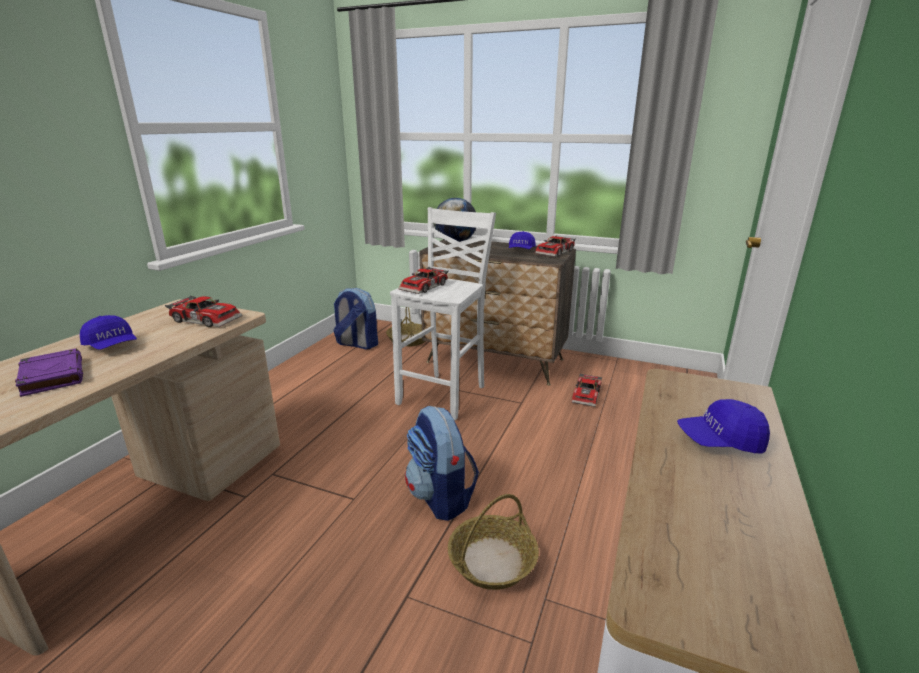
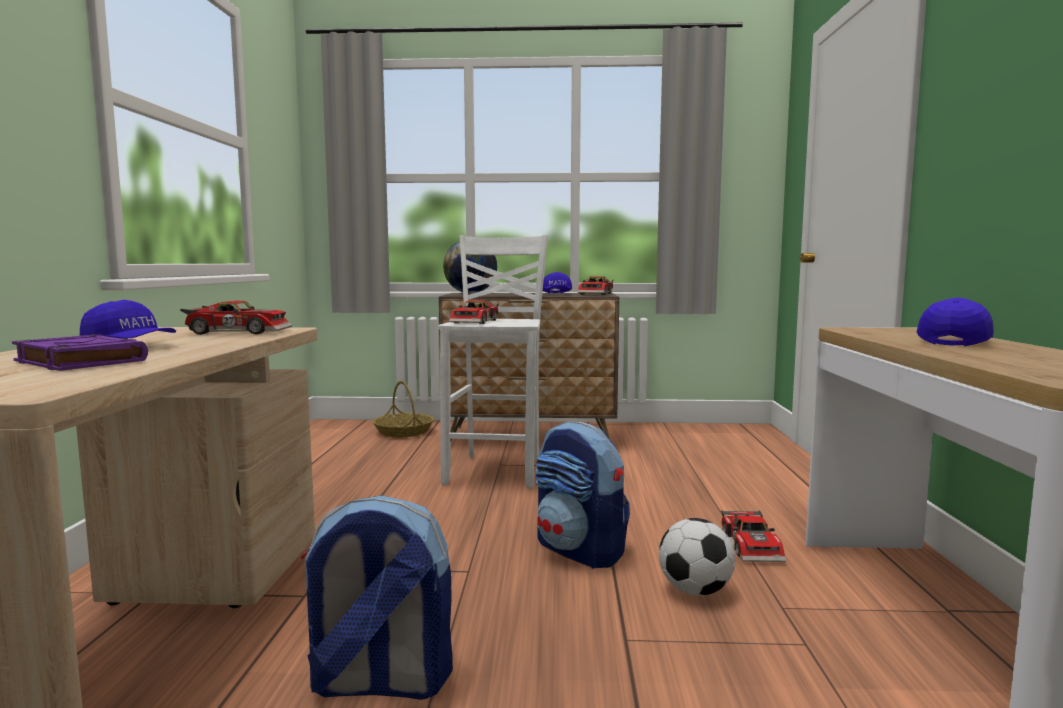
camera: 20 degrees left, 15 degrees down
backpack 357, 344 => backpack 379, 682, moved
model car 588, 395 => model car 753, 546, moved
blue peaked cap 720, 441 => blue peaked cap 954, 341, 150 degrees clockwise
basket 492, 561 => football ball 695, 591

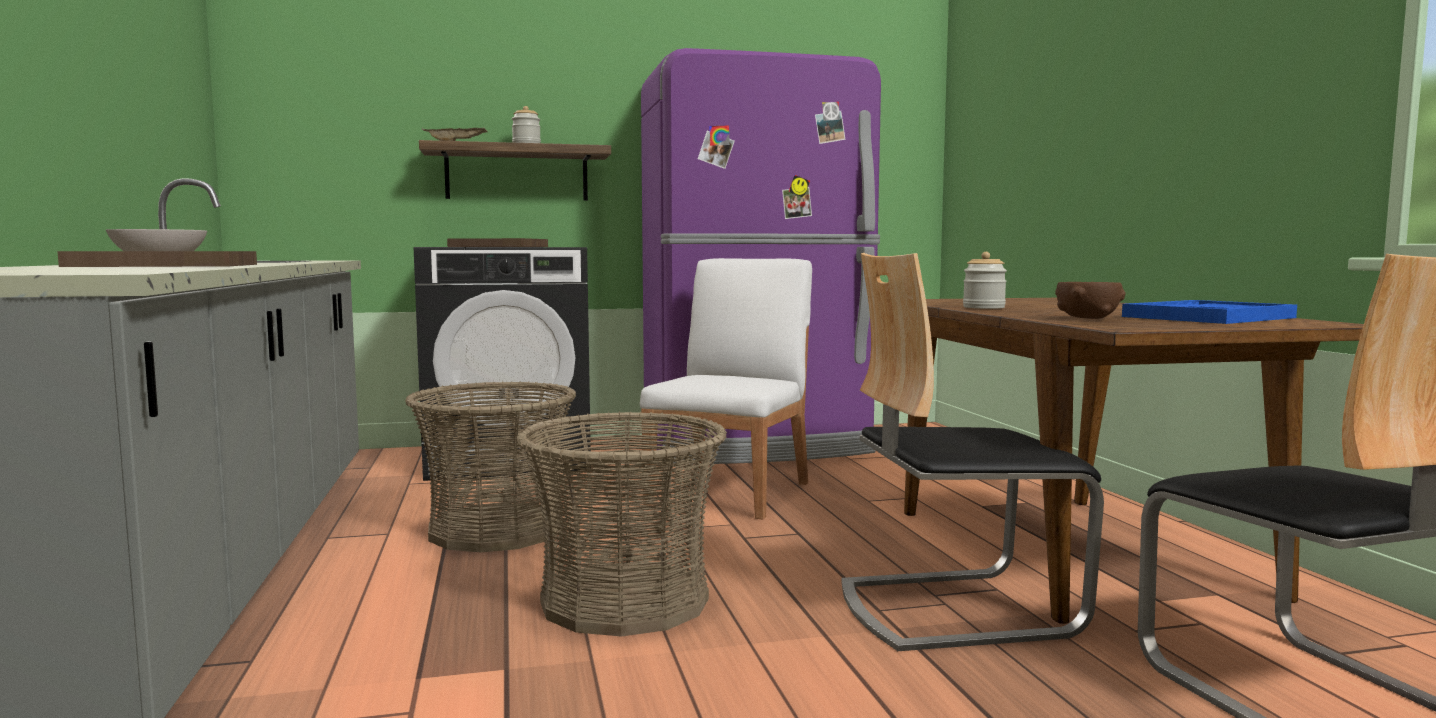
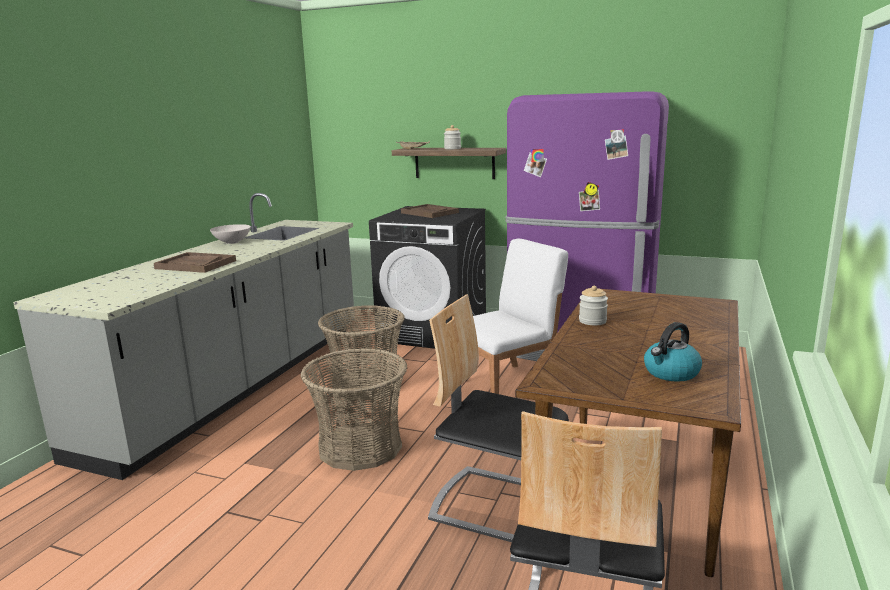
camera: 35 degrees right, 10 degrees up
brownish deep dish 1087, 318 => nothing
blue carrying tray 1208, 317 => tea kettle 671, 373

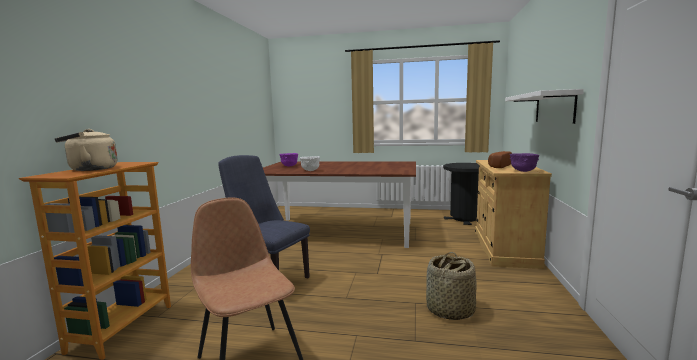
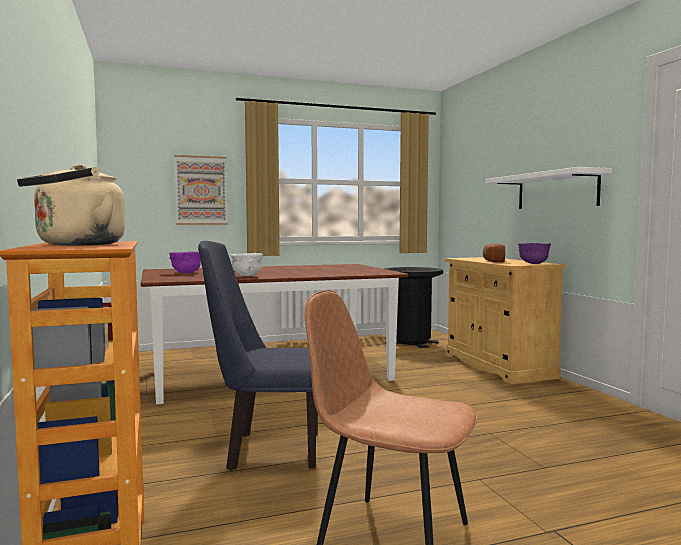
camera: 30 degrees left, 5 degrees down
basket 449, 310 => nothing
nothing => picture 201, 190

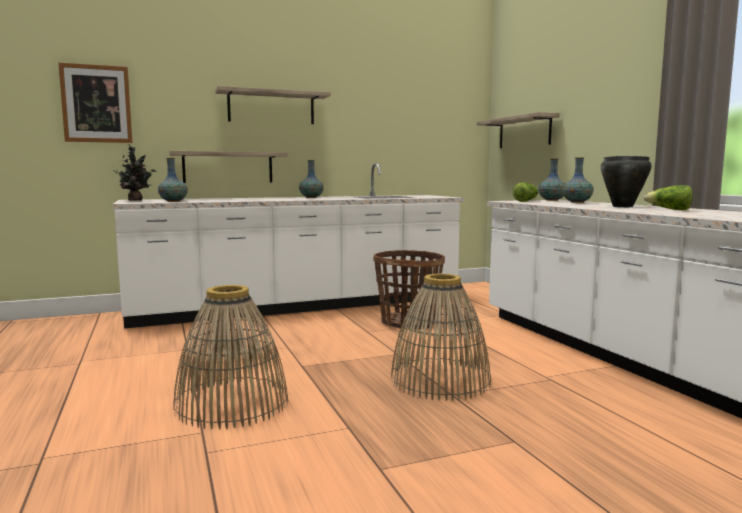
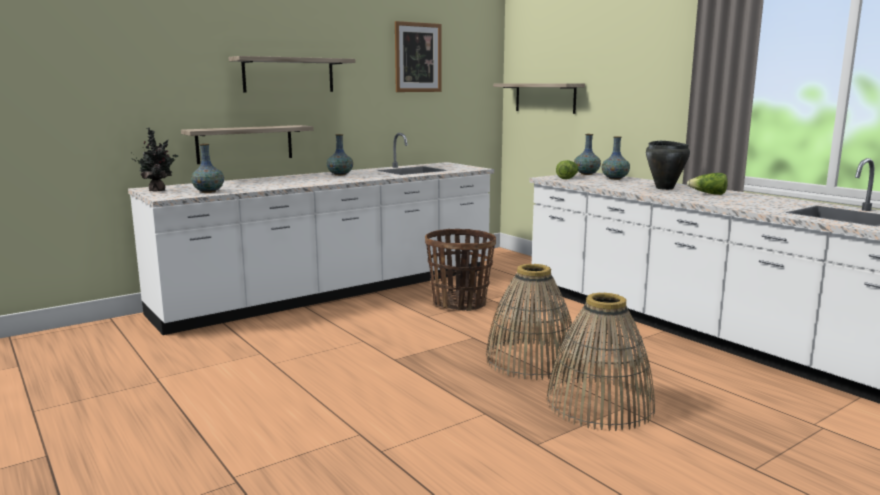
camera: 15 degrees left, 5 degrees up
picture 96, 104 => picture 418, 57, moved
basket 232, 404 => basket 600, 404, moved

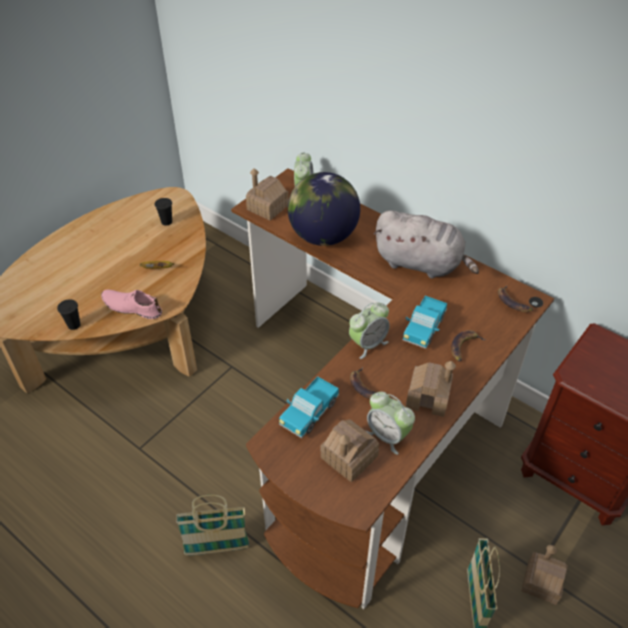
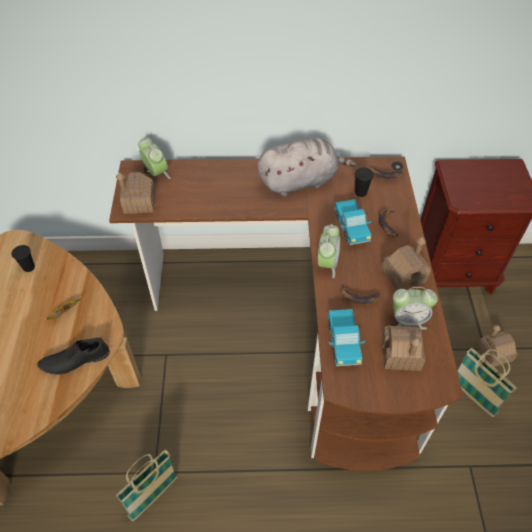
camera: 40 degrees left, 5 degrees up
world globe 323, 237 => nothing
pink low shoe 132, 307 => black low shoe 75, 360
black small cup 74, 325 => black small cup 360, 192, moved
basket 217, 548 => basket 153, 497, moved

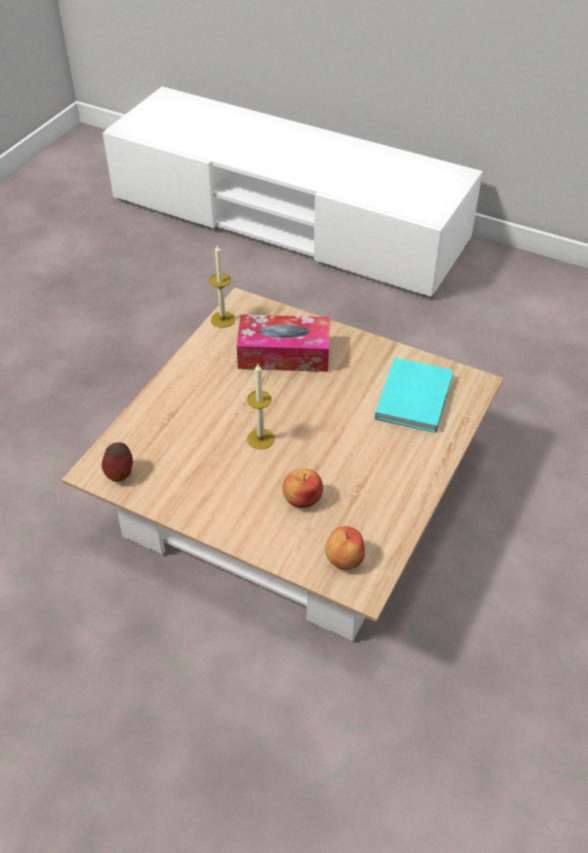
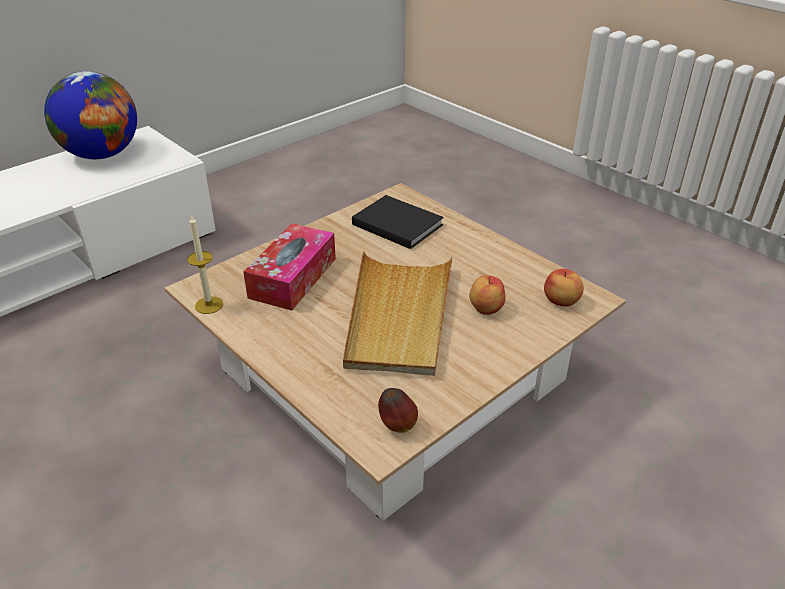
camera: 70 degrees left, 10 degrees down
blue-green volume 416, 396 => black volume 396, 223
wax candle 260, 439 => sand-coloured carrying tray 398, 316
nothing => world globe 102, 155

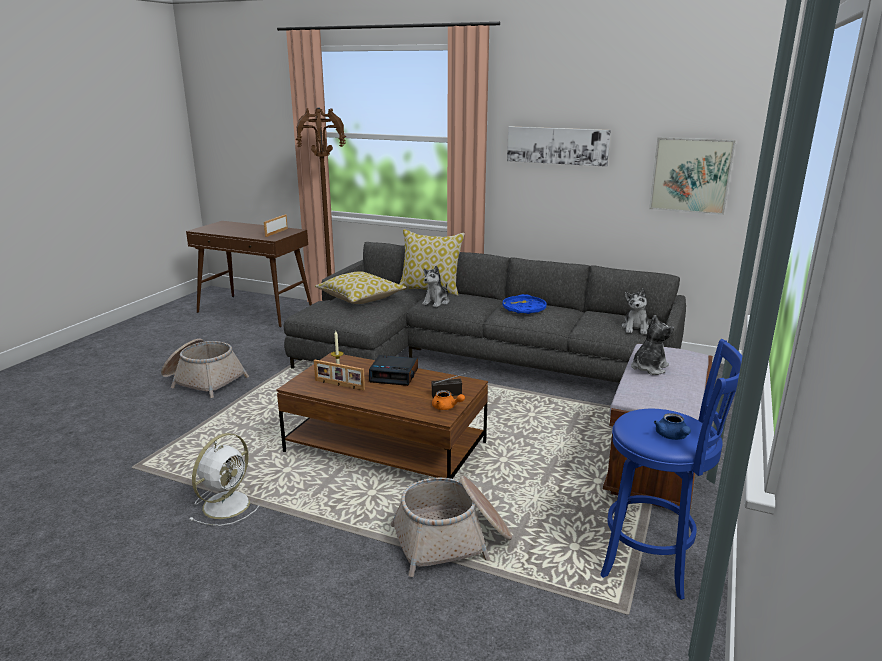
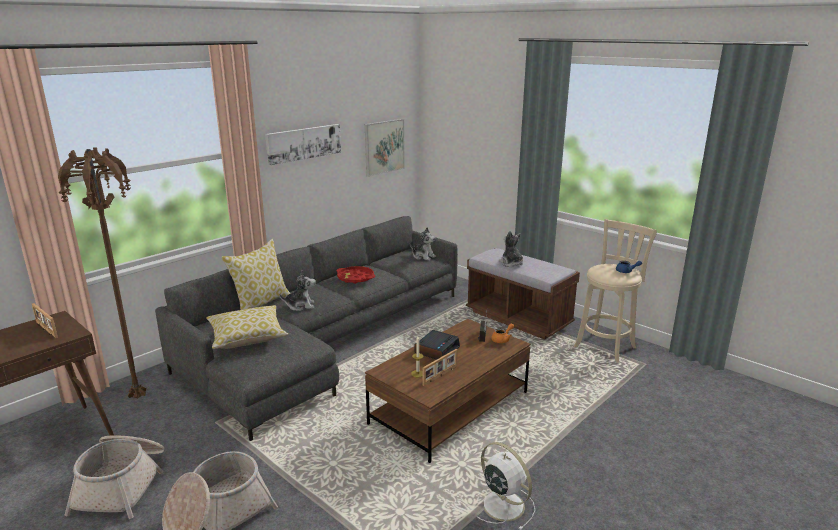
camera: 70 degrees left, 0 degrees up
plush toy 436, 302 => plush toy 300, 306, 60 degrees counterclockwise
blue carrying tray 524, 309 => red carrying tray 355, 278
blue sitting stool 652, 561 => sand-coloured sitting stool 606, 346
basket 452, 540 => basket 123, 484, moved

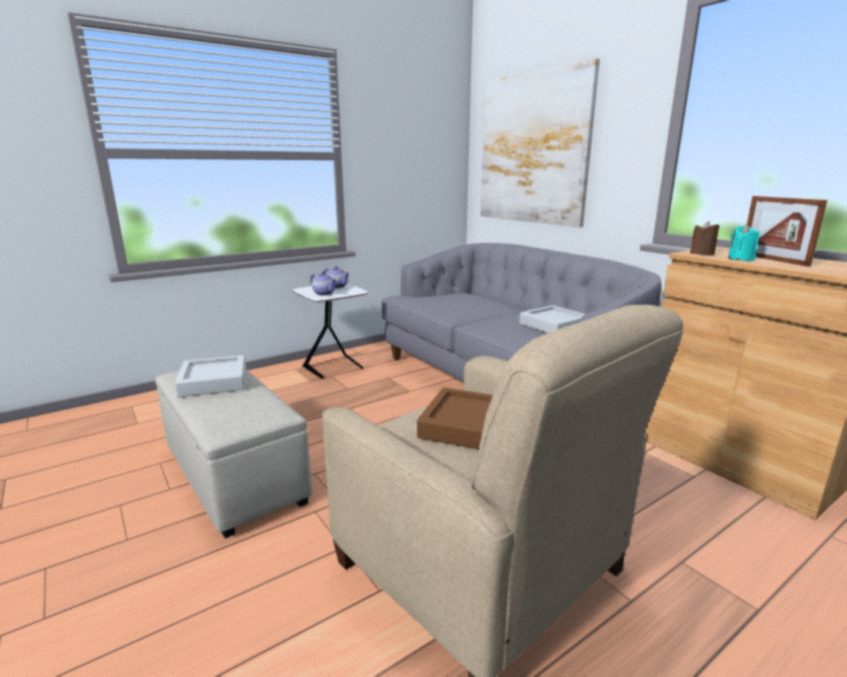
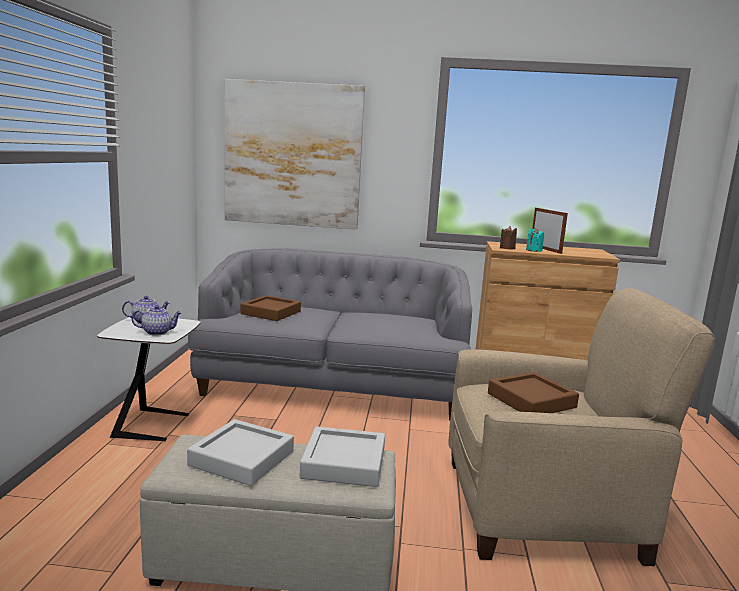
camera: 50 degrees left, 5 degrees down
photo frame 773, 260 => photo frame 545, 249, 135 degrees counterclockwise
greyish carrying tray 554, 325 => greyish carrying tray 344, 463, moved
nothing => brownish carrying tray 271, 312

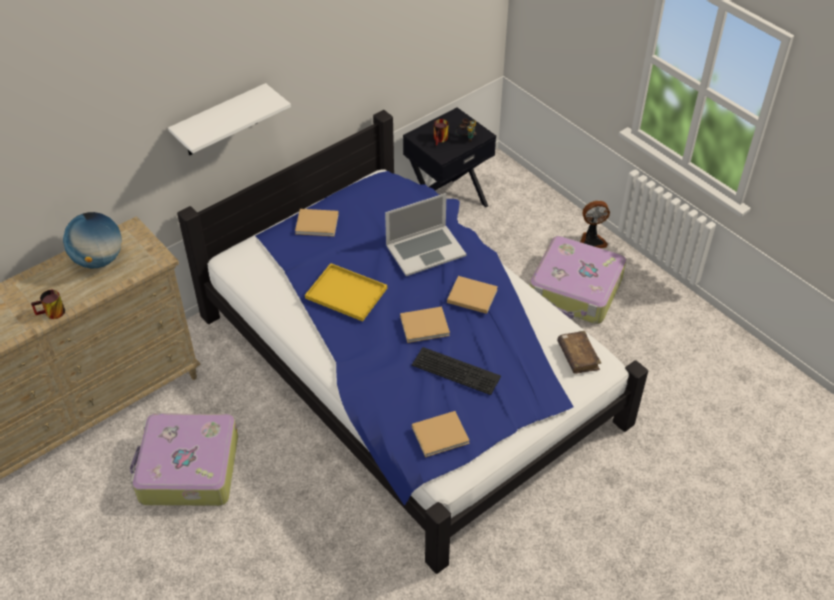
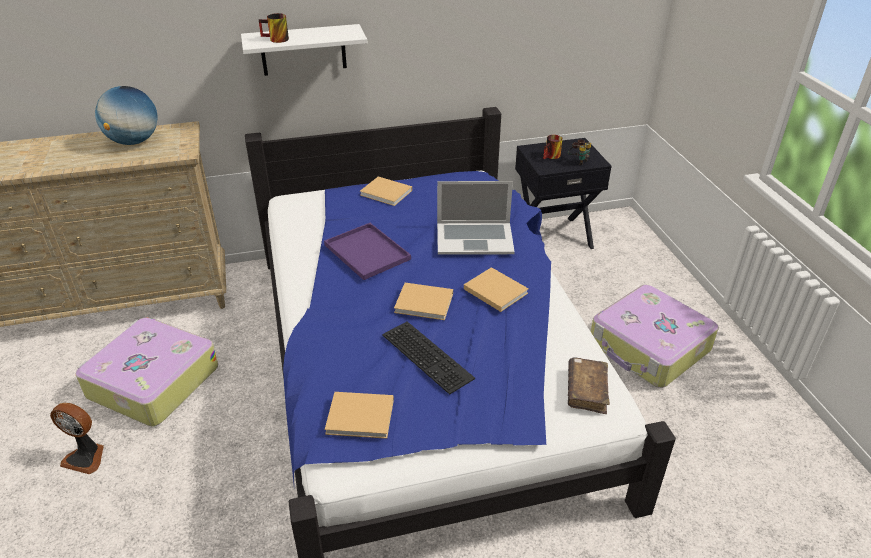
camera: 25 degrees right, 10 degrees down
fan 591, 240 => fan 86, 457, moved
yellow carrying tray 344, 293 => purple carrying tray 365, 251
tea mug 52, 314 => tea mug 275, 39, moved

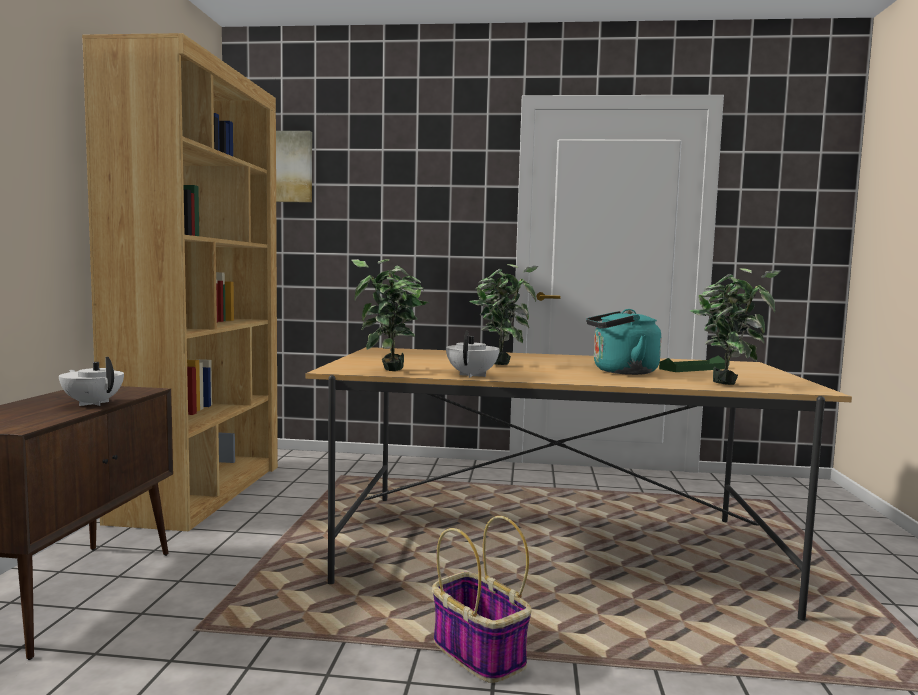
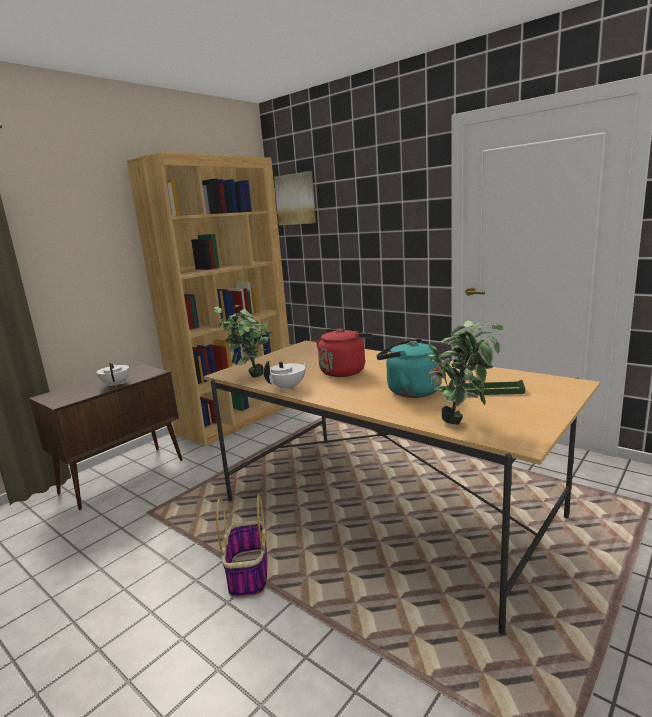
camera: 35 degrees right, 10 degrees up
plant in a pot 501, 364 => red tea kettle 344, 371

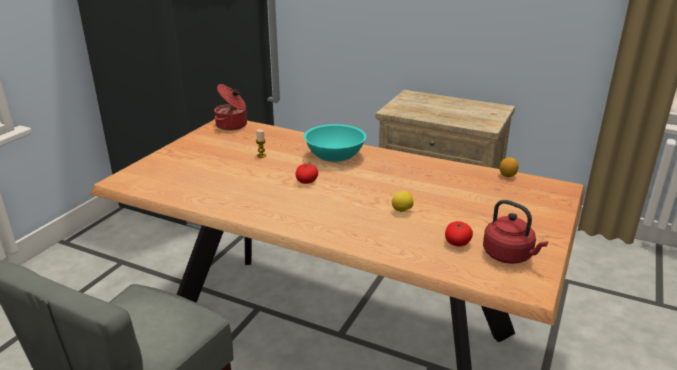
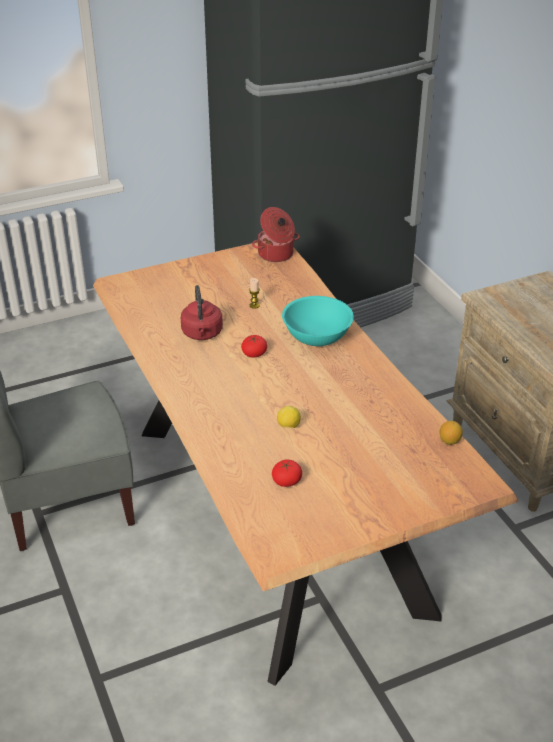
camera: 40 degrees right, 10 degrees up
red tea kettle 509, 256 => red tea kettle 202, 334, moved

